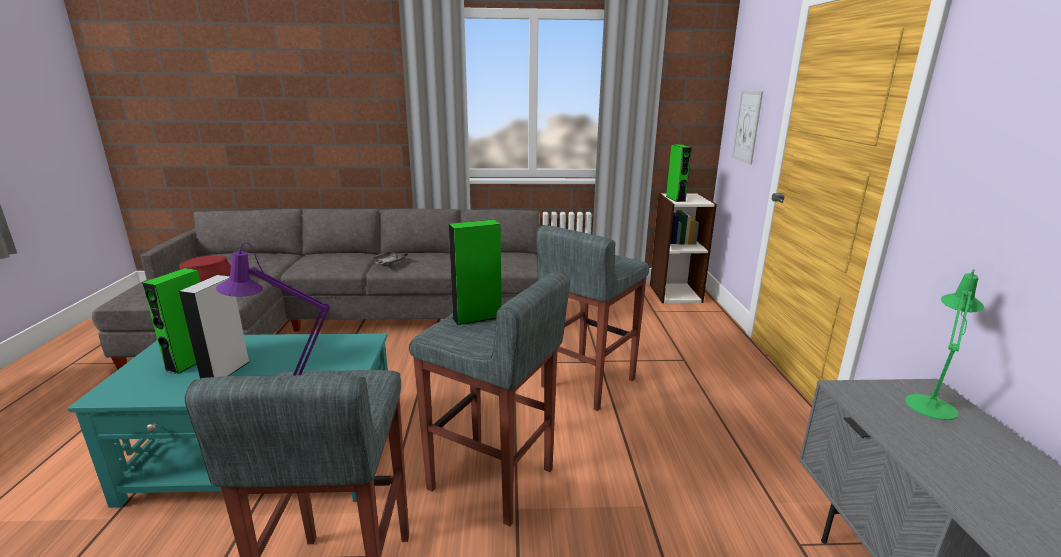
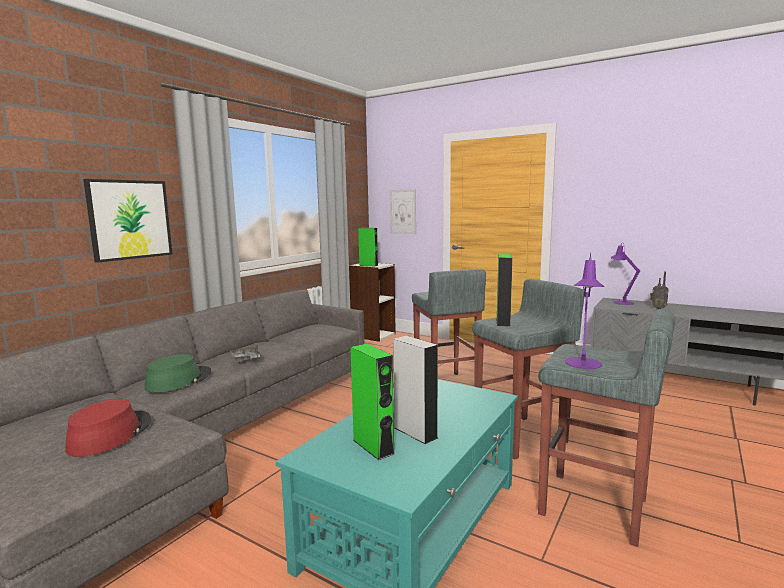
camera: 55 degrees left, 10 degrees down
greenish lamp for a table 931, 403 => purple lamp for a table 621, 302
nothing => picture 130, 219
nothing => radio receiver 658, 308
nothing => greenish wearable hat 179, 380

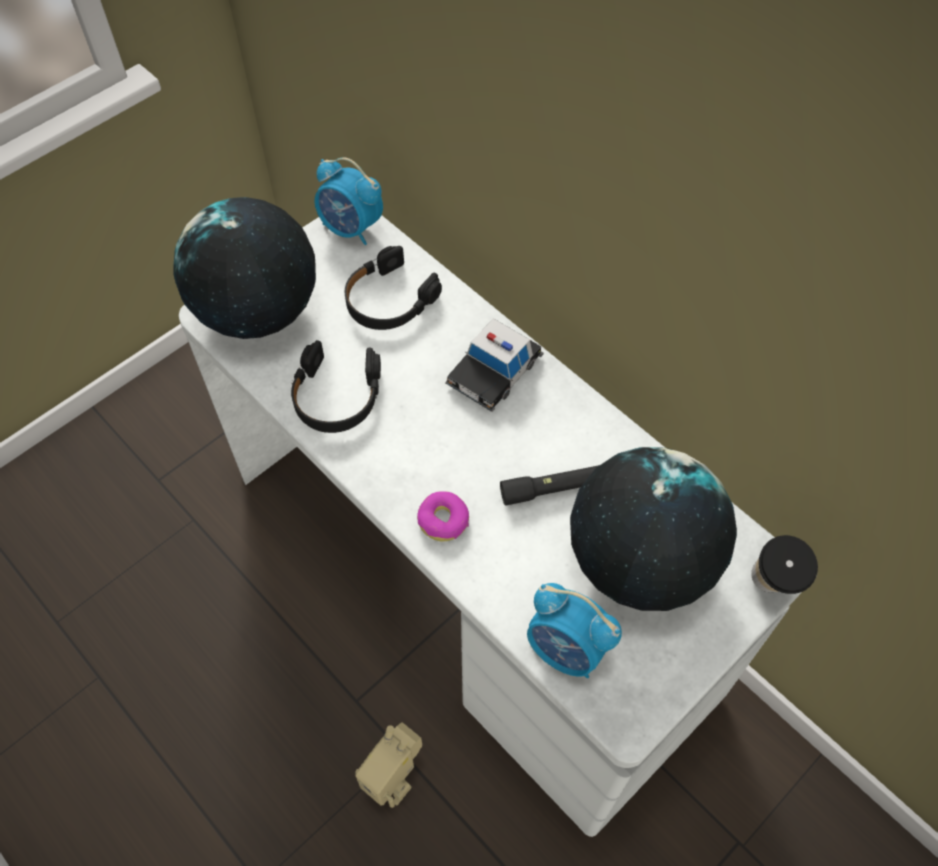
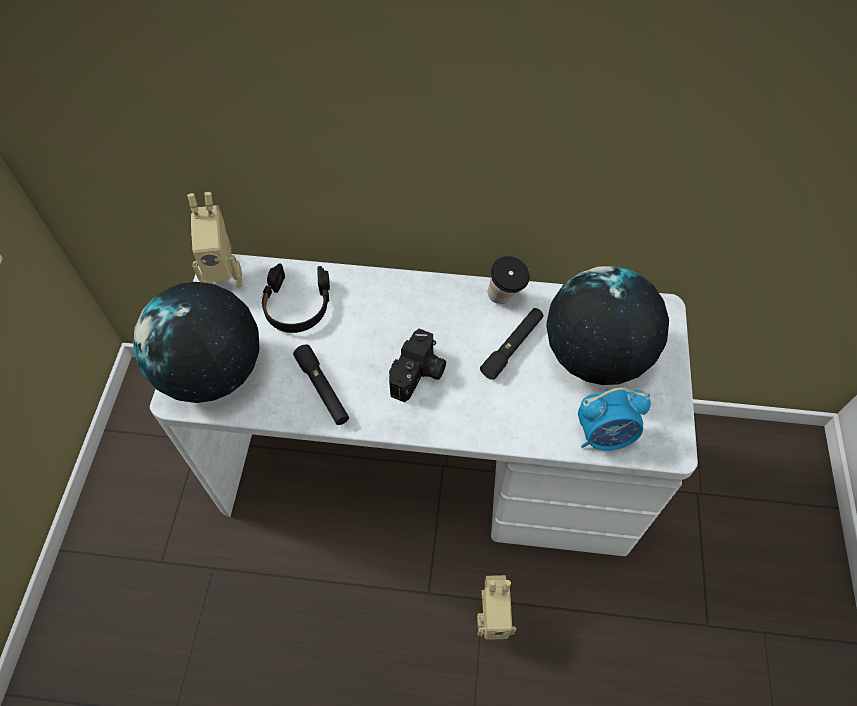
camera: 40 degrees left, 0 degrees up
bedside clock 351, 228 => toy robot 225, 275
model car 494, 371 => nothing
black headphones 336, 396 => black hand torch 322, 389
ring doughnut 443, 521 => nothing
small cup 770, 588 => small cup 505, 299, moved
nothing => still camera 419, 375

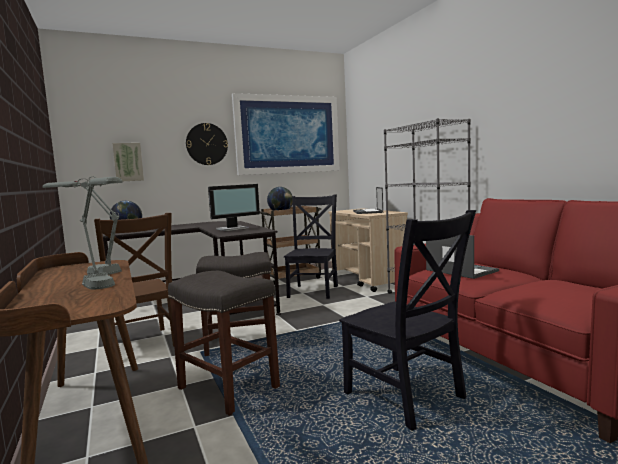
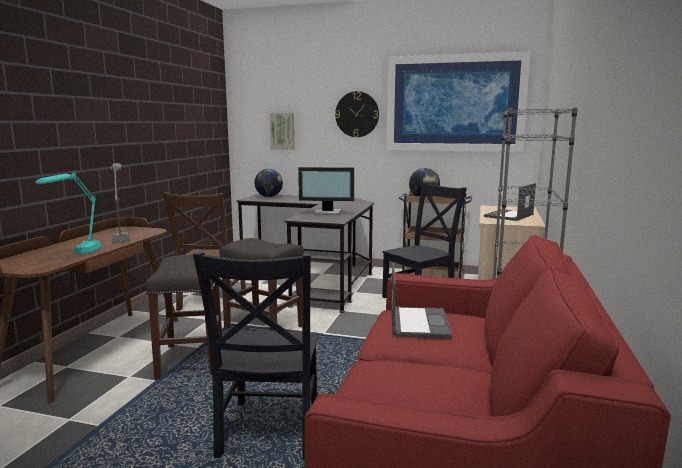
camera: 40 degrees right, 5 degrees up
greyish lamp for a table 107, 289 => blue-green lamp for a table 77, 255

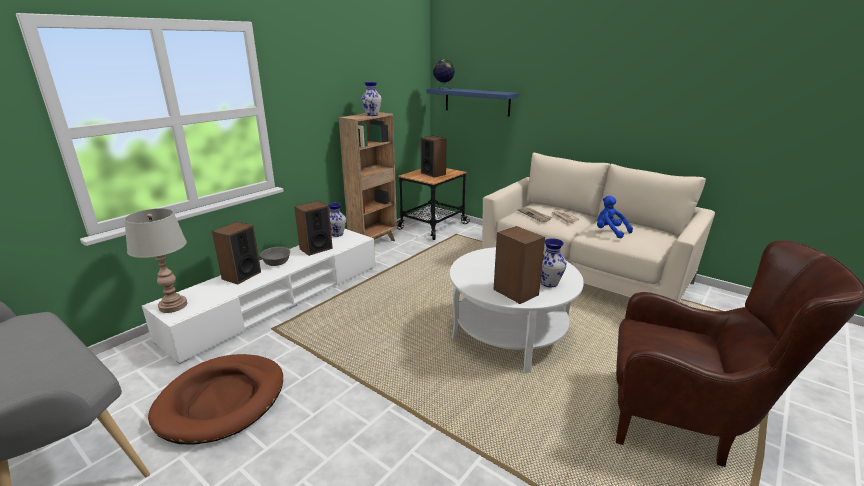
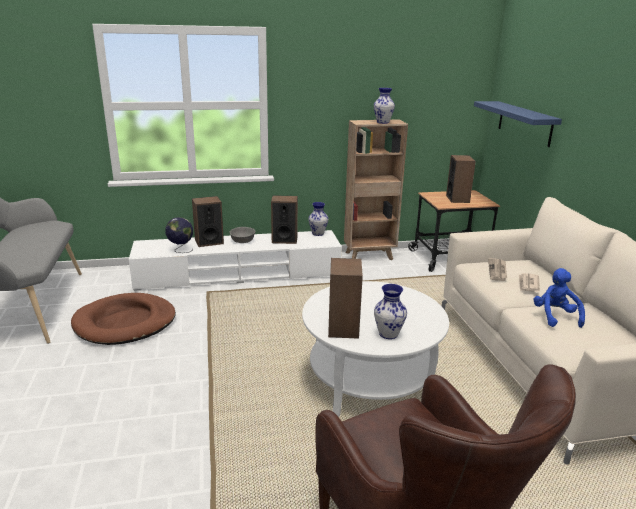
camera: 40 degrees right, 0 degrees up
world globe 443, 88 => world globe 180, 250, moved
greyish lamp for a table 173, 306 => nothing

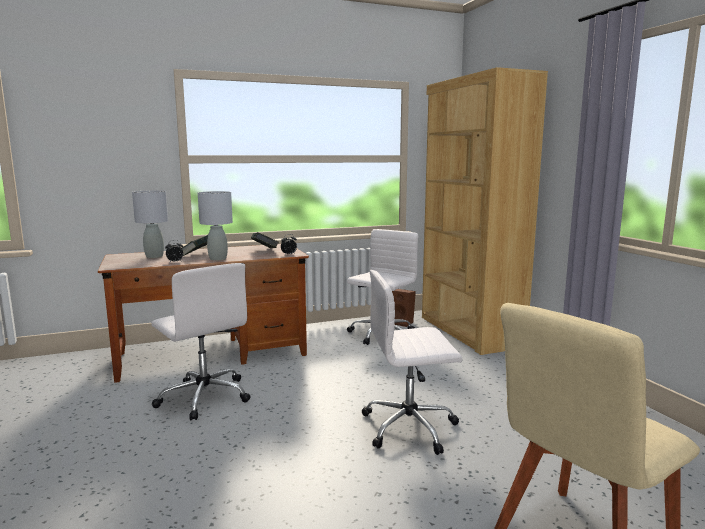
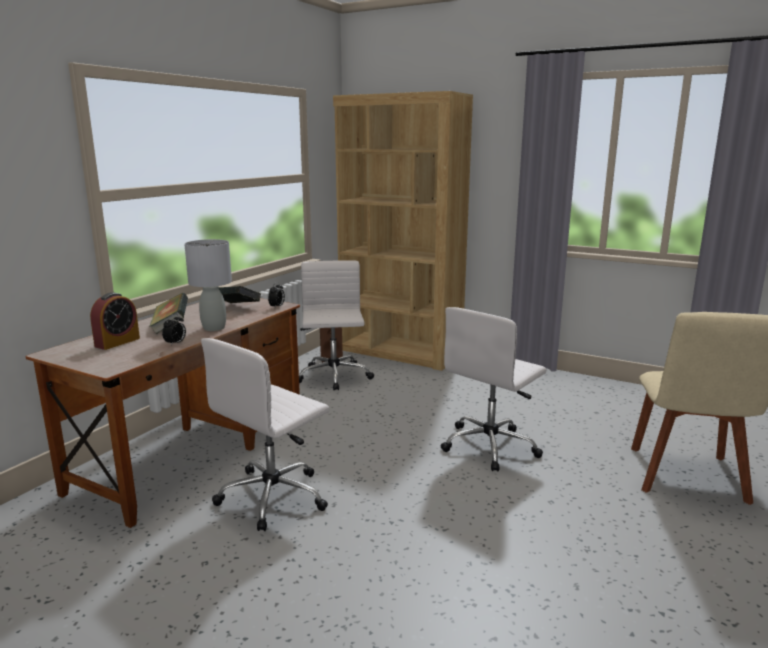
camera: 40 degrees left, 5 degrees up
greyish lamp for a table 154, 256 => bedside clock 117, 342
white computer chair 204, 397 => white computer chair 274, 496, 120 degrees clockwise

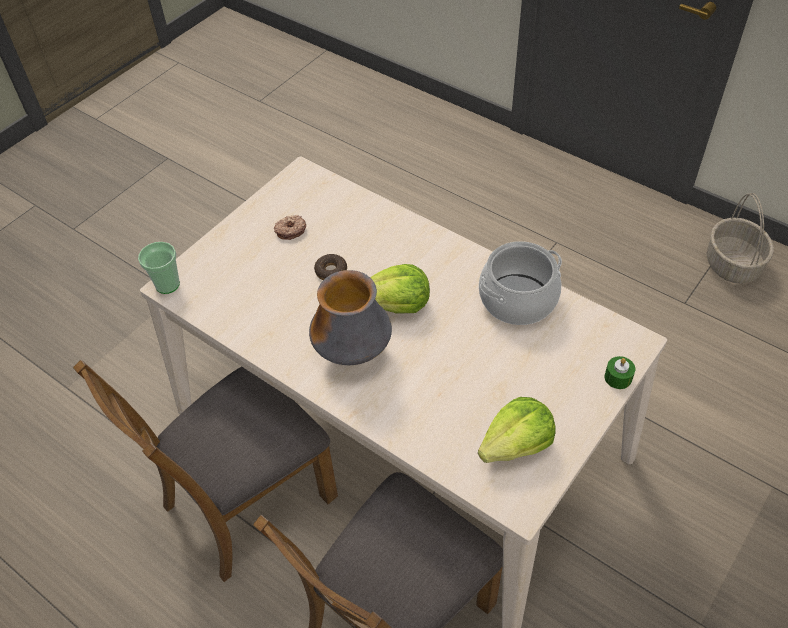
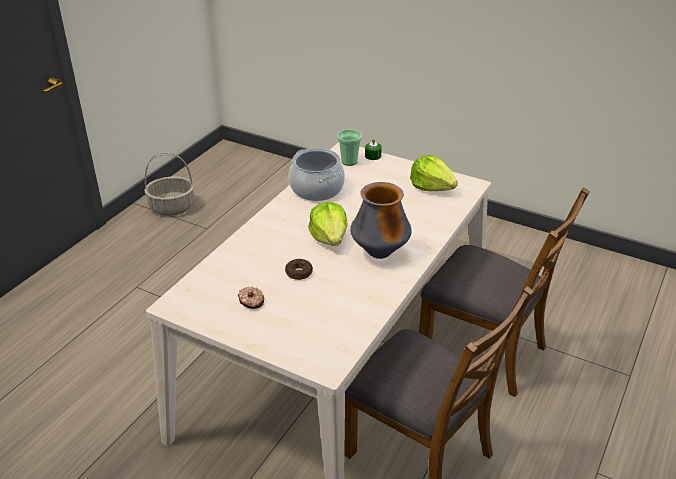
camera: 100 degrees left, 15 degrees down
small cup 167, 284 => small cup 349, 161, moved

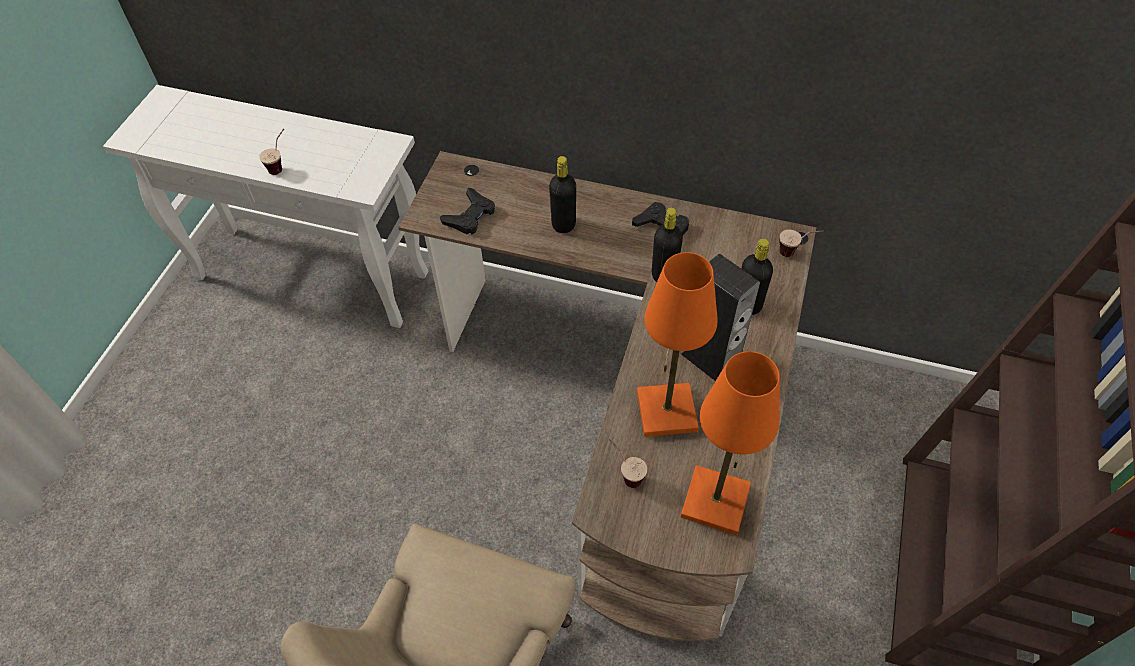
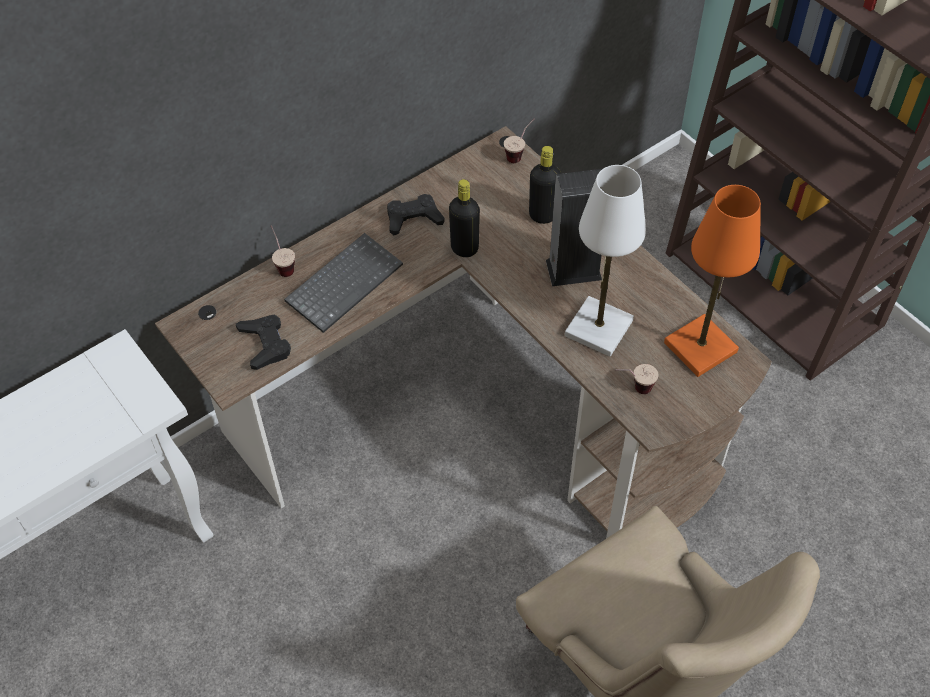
camera: 55 degrees left, 0 degrees up
small cup 281, 165 => small cup 283, 264, moved
black drink bottle 563, 224 => PC keyboard 344, 282
orange lamp for a table 666, 412 => white lamp for a table 599, 328

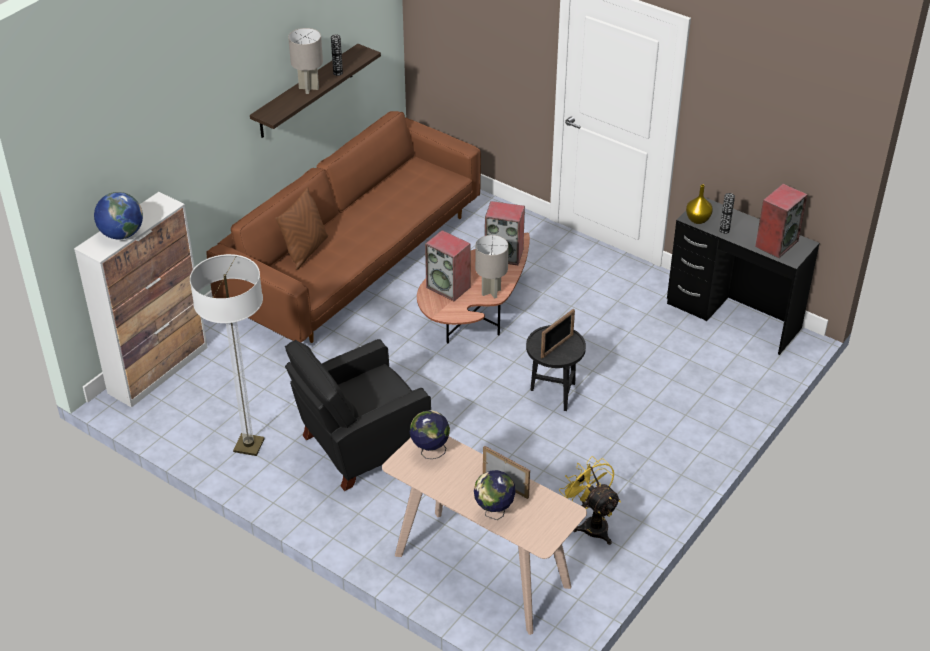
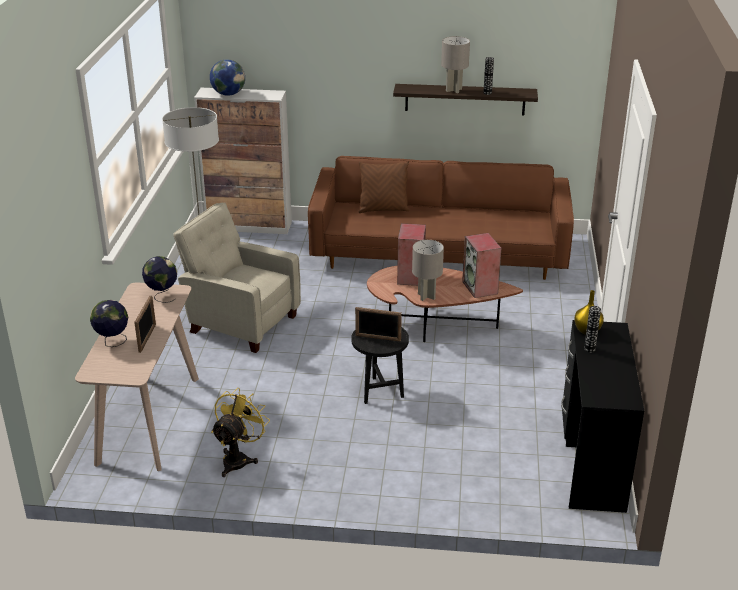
camera: 60 degrees right, 10 degrees down
loudspeaker 776, 243 => nothing
black armchair 359, 446 => sand-coloured armchair 240, 322

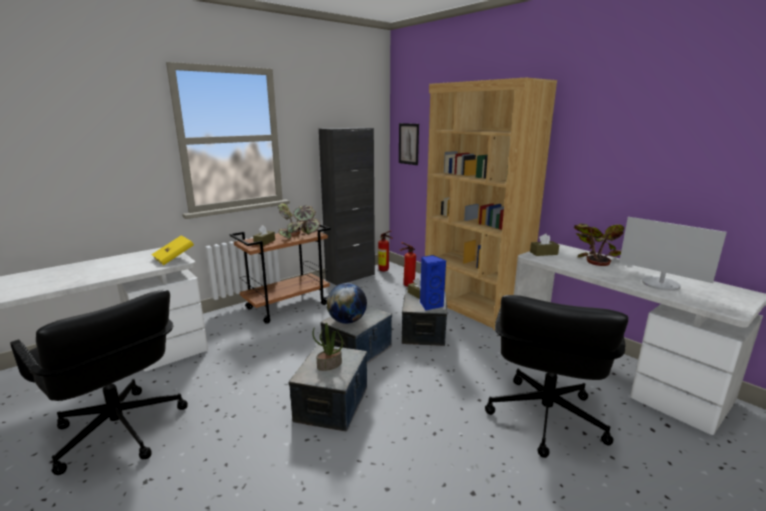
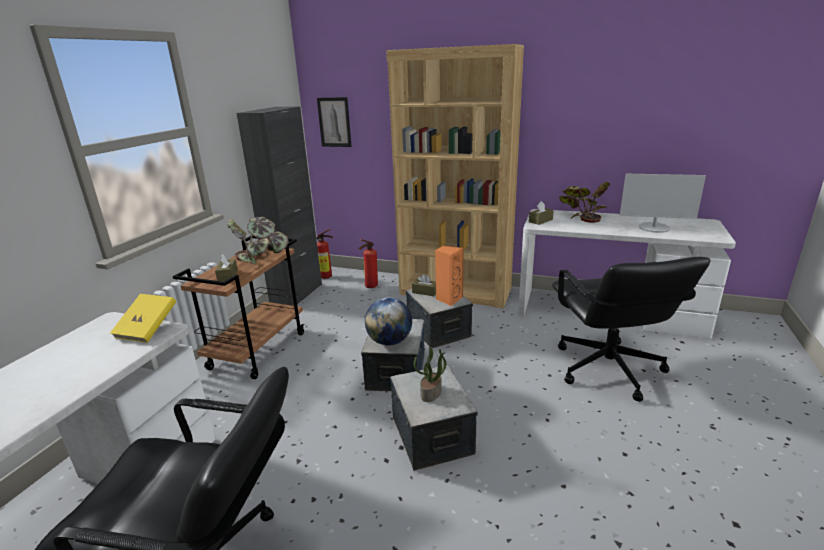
camera: 30 degrees left, 5 degrees up
blue loudspeaker 430, 305 => orange loudspeaker 448, 299

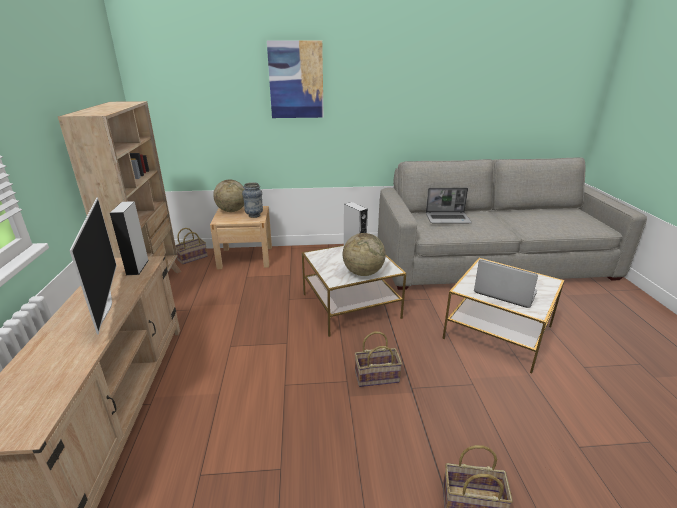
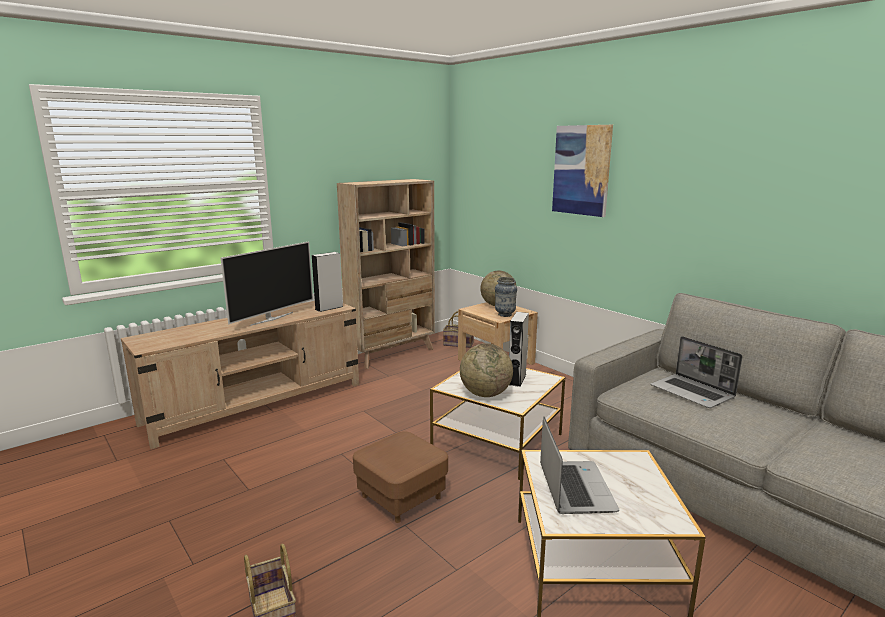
camera: 55 degrees right, 10 degrees down
basket 377, 376 => brownish pouffe 401, 497

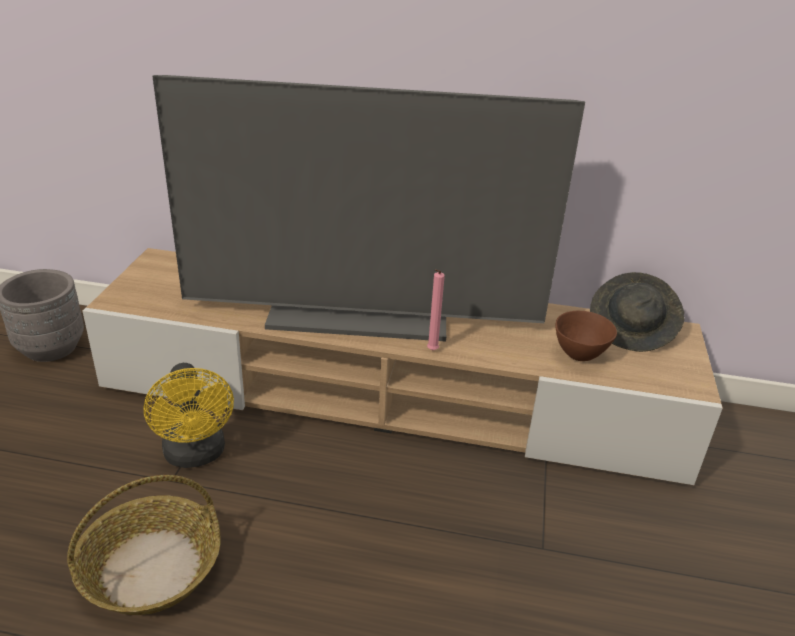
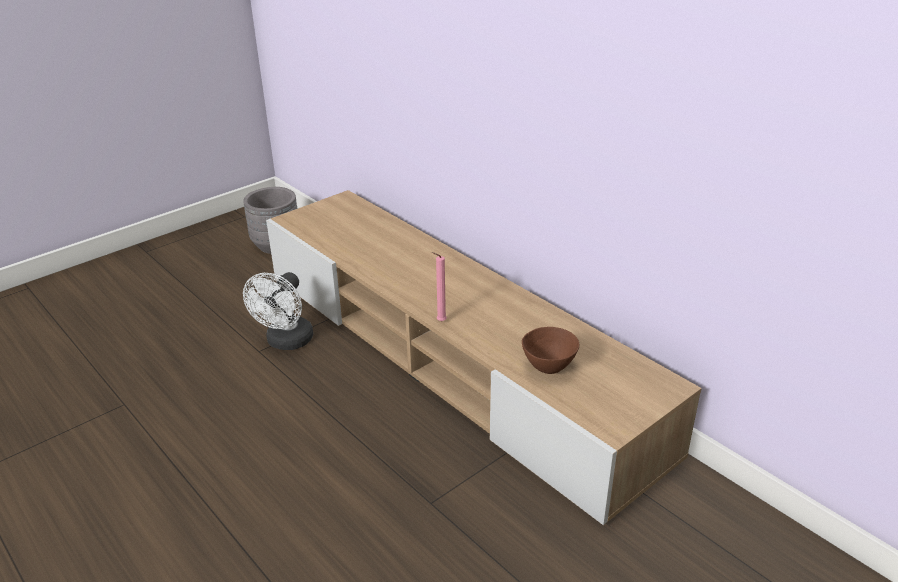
camera: 40 degrees right, 0 degrees up
TV set 361, 311 => nothing
greyish wearable hat 632, 330 => nothing
yellow fan 196, 455 => white fan 286, 342
basket 152, 567 => nothing

